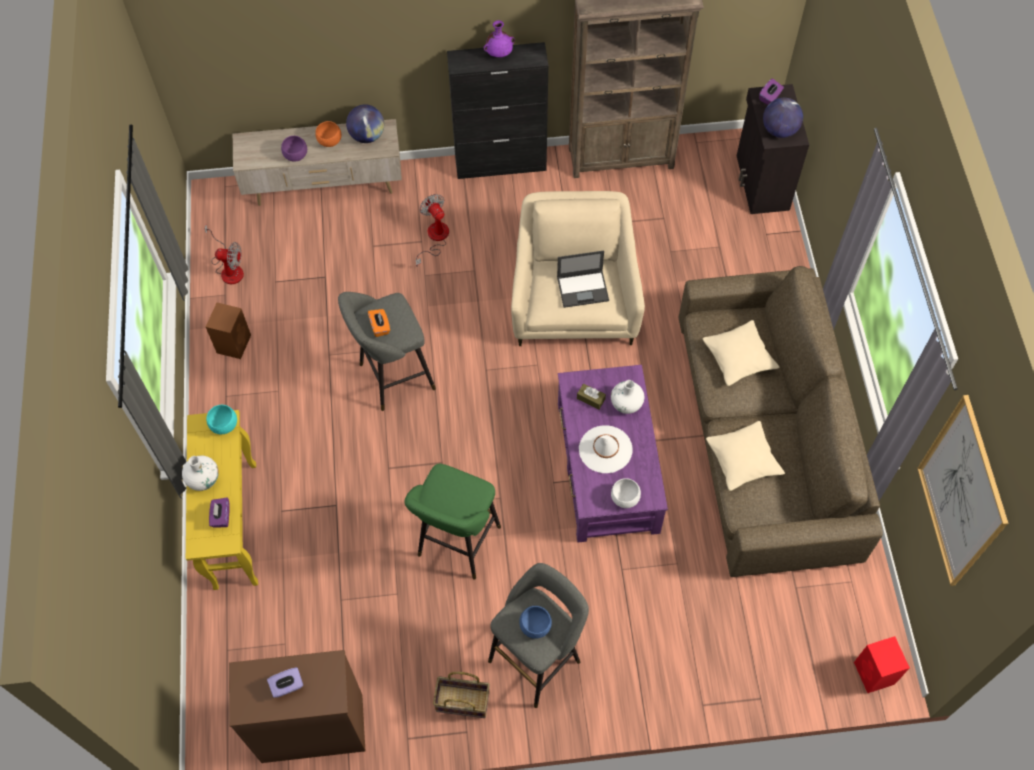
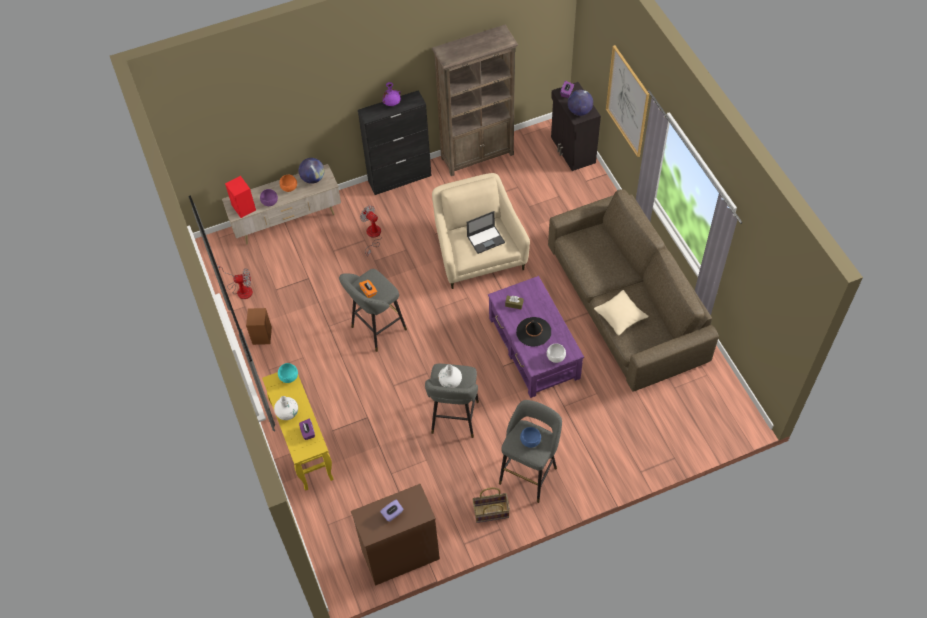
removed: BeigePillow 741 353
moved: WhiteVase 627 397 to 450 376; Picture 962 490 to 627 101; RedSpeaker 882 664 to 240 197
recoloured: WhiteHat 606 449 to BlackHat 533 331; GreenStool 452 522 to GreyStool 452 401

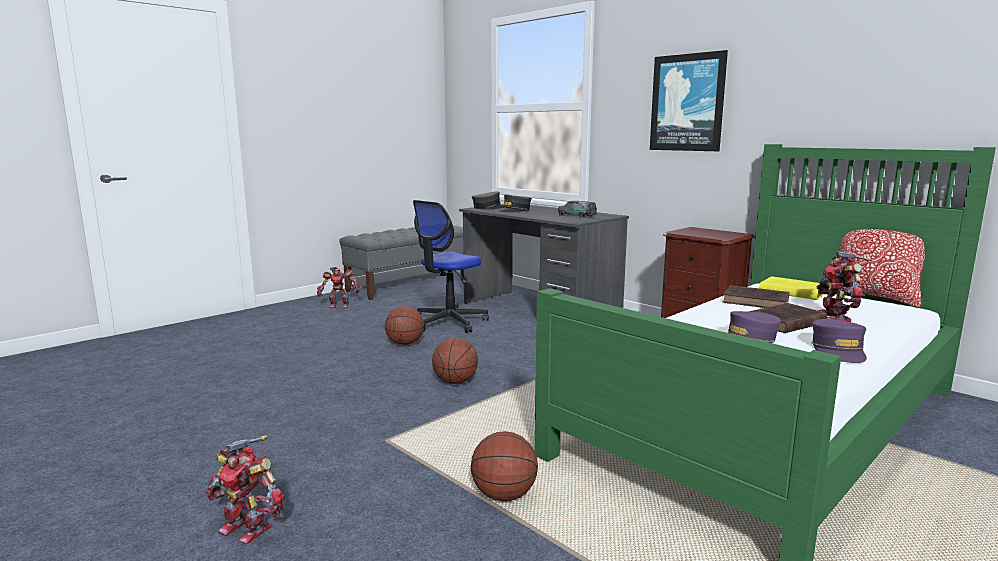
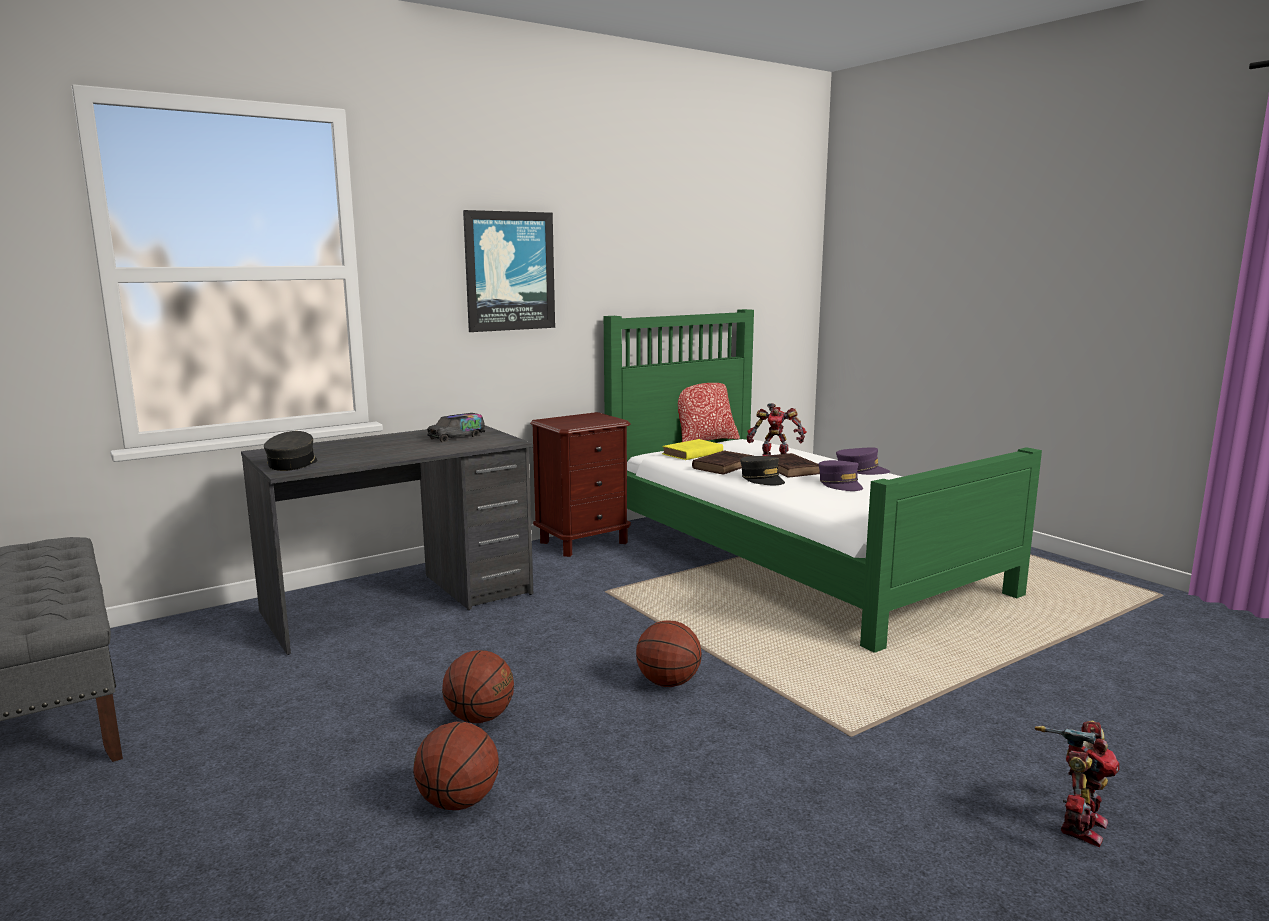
removed: OfficeChair 451 266; ToyRobot 338 287
moved: GreyCap 515 203 to 762 470; Basketball 504 466 to 456 766

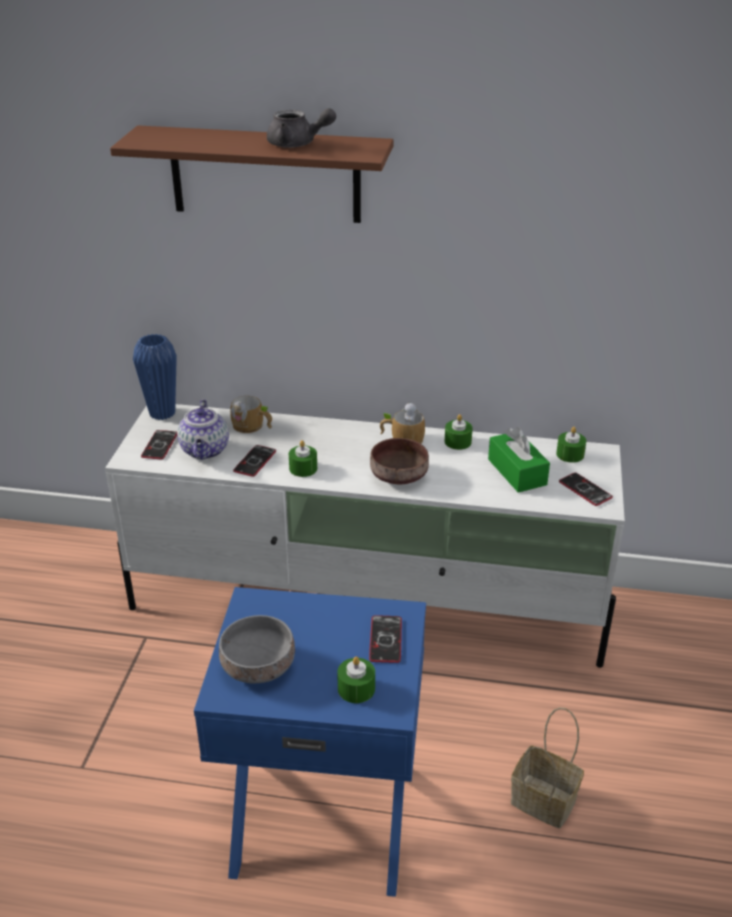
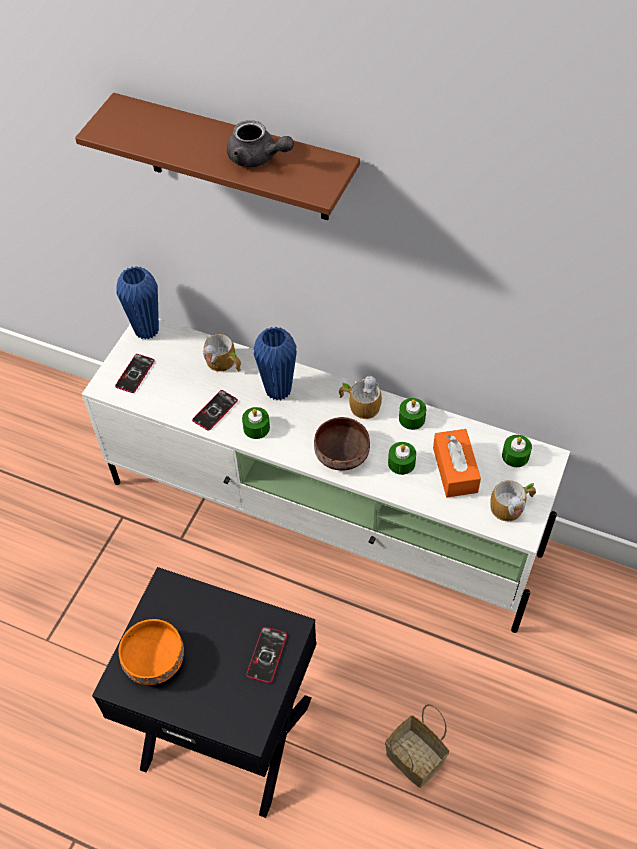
removed: Teapot 203 430
added: BlueVase 275 363
moved: GreenCandle 356 679 to 402 458
replaced: Phone 586 489 to Mug 513 500
recoloured: GreenTissueBox 519 460 to OrangeTissueBox 457 463; BlueSideTable 310 742 to BlackSideTable 204 692; GreyBowl 257 649 to OrangeBowl 151 652

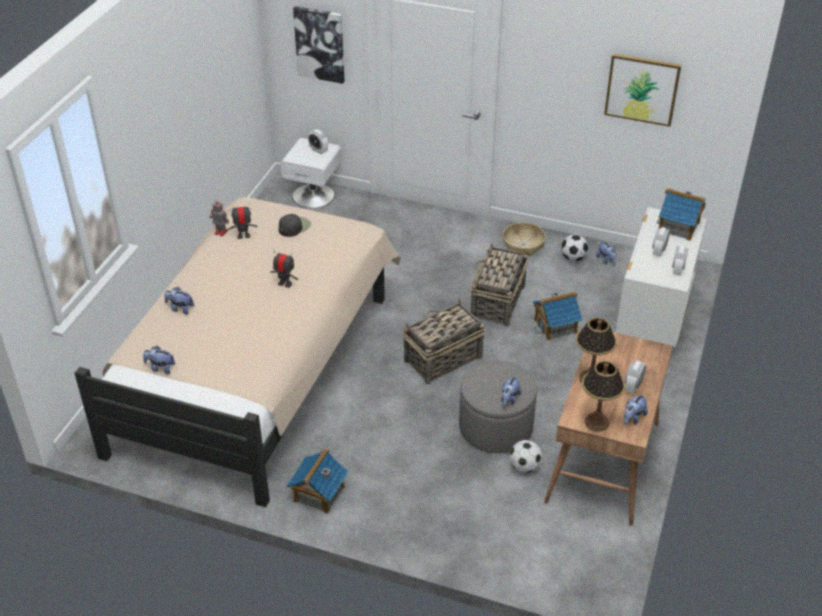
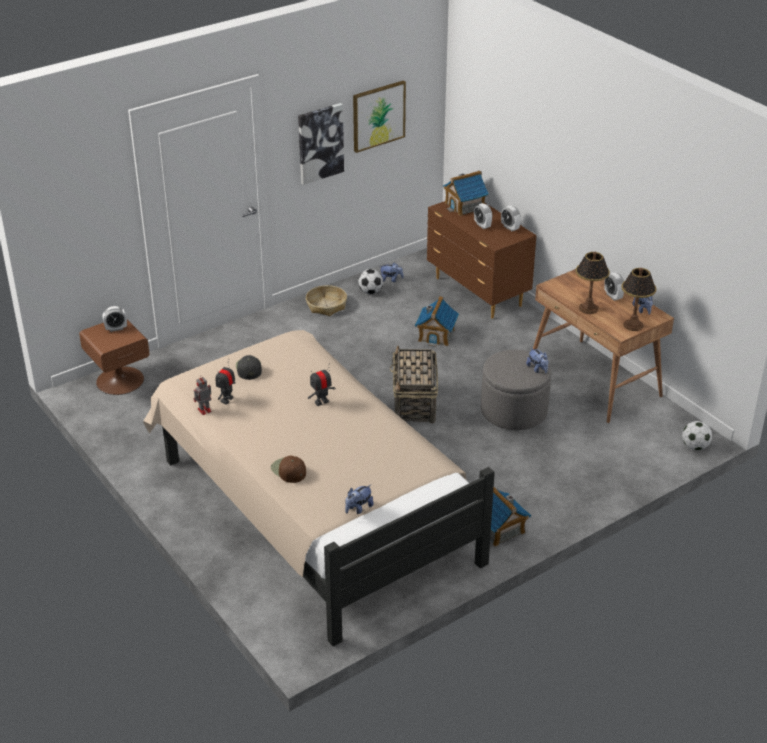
removed: Basket 499 285
moved: Picture 319 45 to 321 144; Football 526 456 to 697 435
replaced: PlushToy 179 300 to BrownCap 288 469
recoloured: WhiteNightstand 311 173 to BrownNightstand 114 357; WhiteDresser 661 277 to BrownDresser 482 260

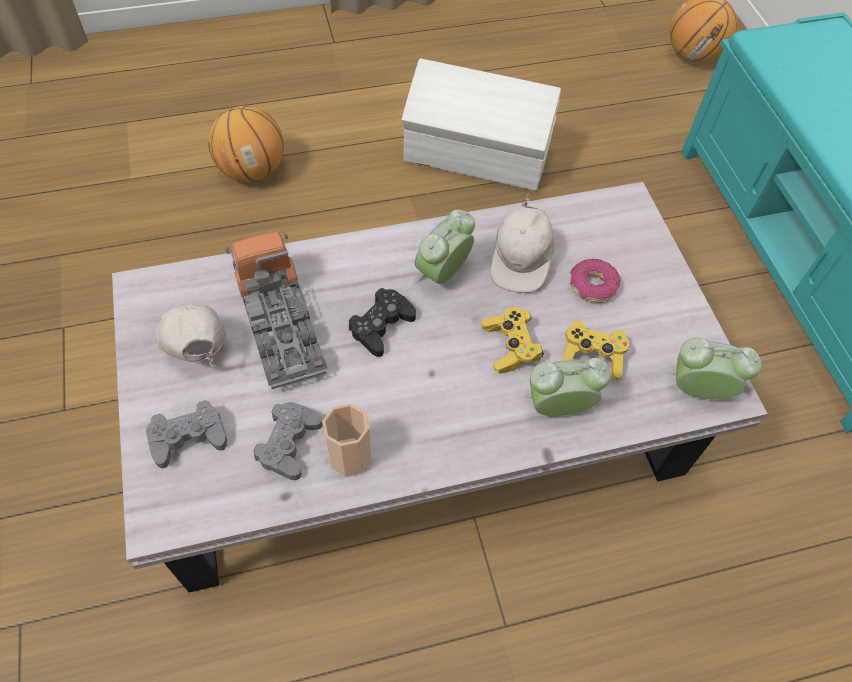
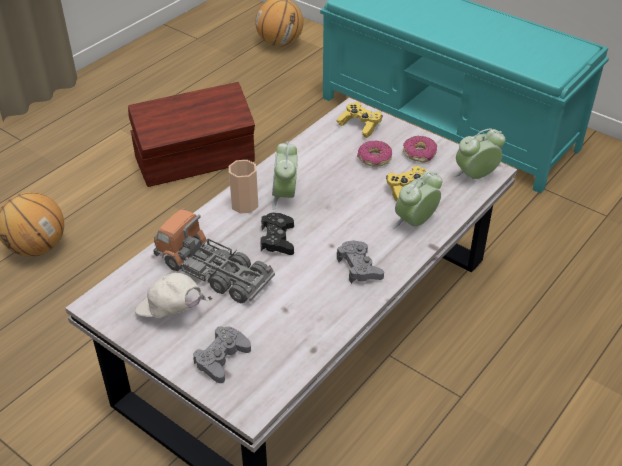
removed: WhiteCap 523 243
added: Donut 420 149
moved: YellowGameController 512 340 to 359 120; GreyGameController 288 441 to 360 262; Cup 347 440 to 243 187
recoloured: WhiteStorageBox 481 124 to BrownStorageBox 191 134

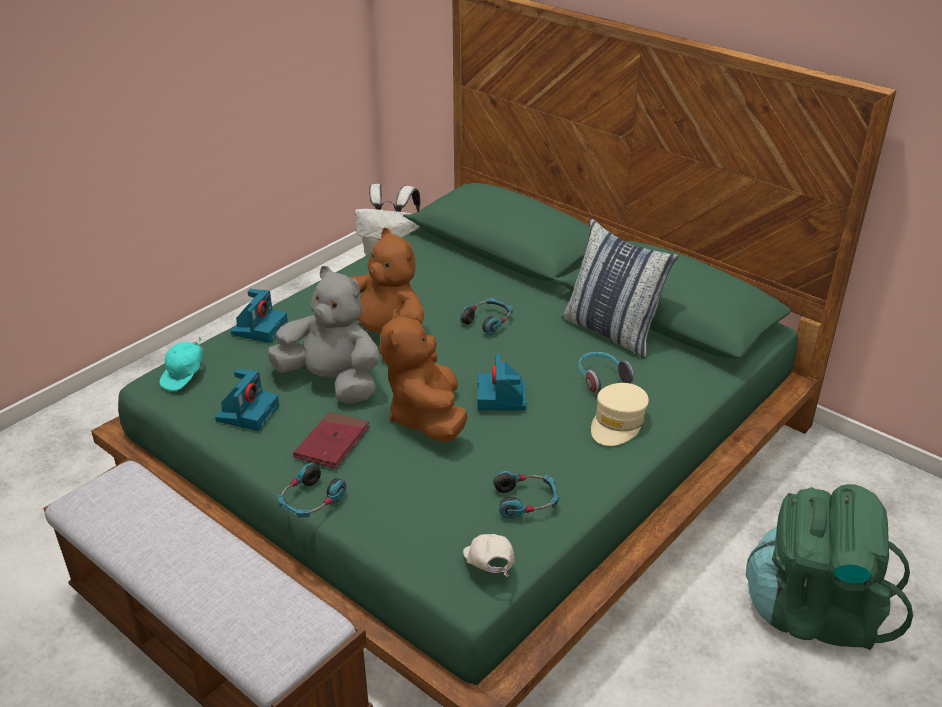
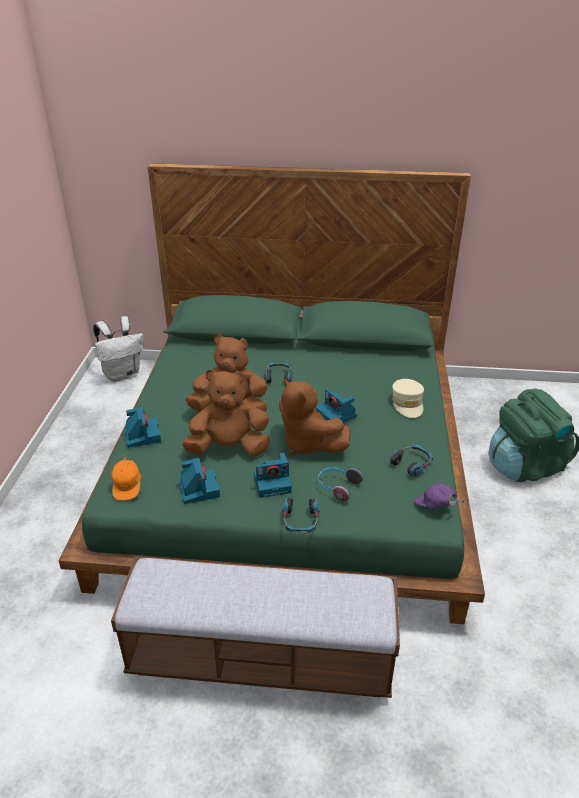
removed: Pillow 620 288
moved: Headphones 606 373 to 340 484
replaced: RedBook 331 440 to PhotoCamera 273 475
recoloured: GreyPlushToy 323 335 to BrownPlushToy 226 413; TurquoiseCap 181 364 to OrangeCap 126 478; WhiteCap 488 555 to PurpleCap 439 495

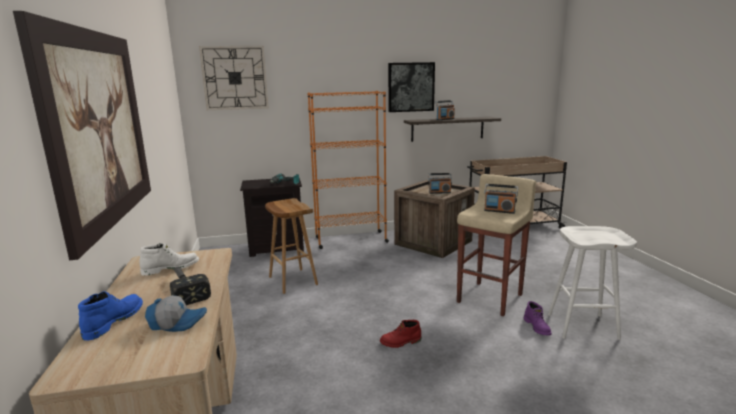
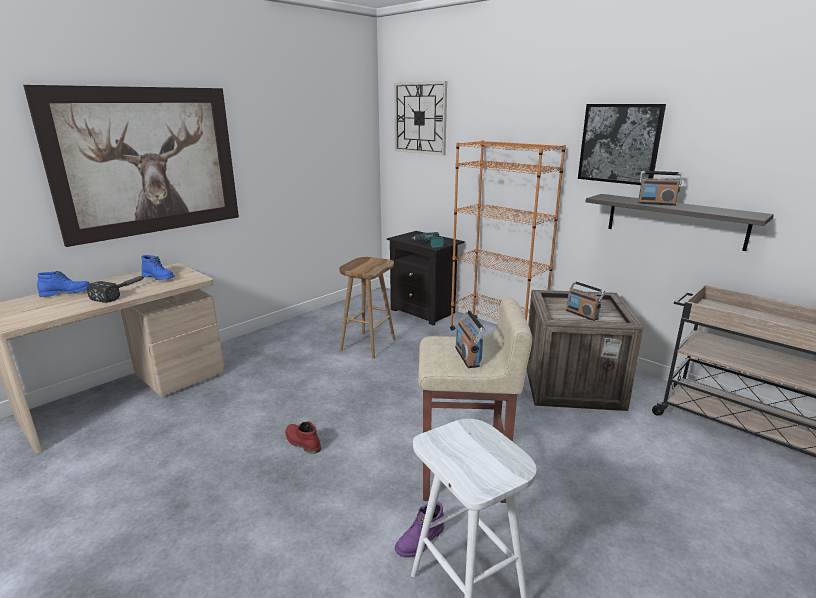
removed: Cap 176 313
recoloured: WhiteBoot 169 259 to BlueBoot 158 267

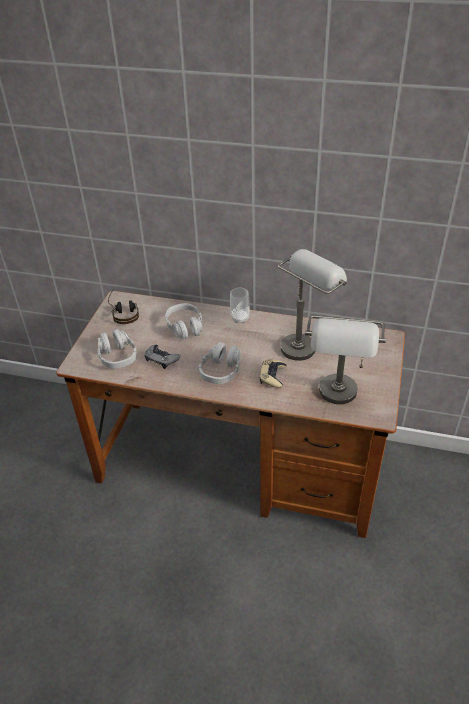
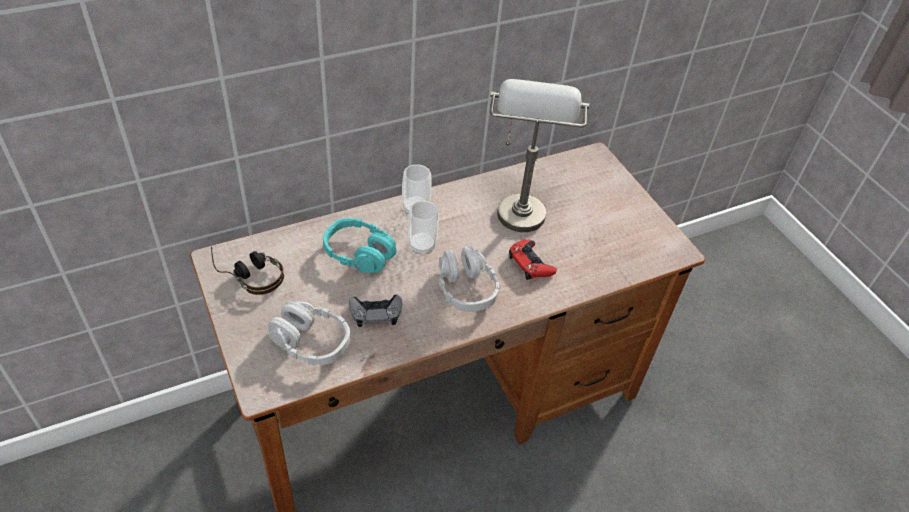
removed: GreyTableLamp 345 359
added: Cup 423 227
recoloured: GreyHeadphones 184 321 to TurquoiseHeadphones 360 245; BeigeGameController 273 373 to RedGameController 533 260

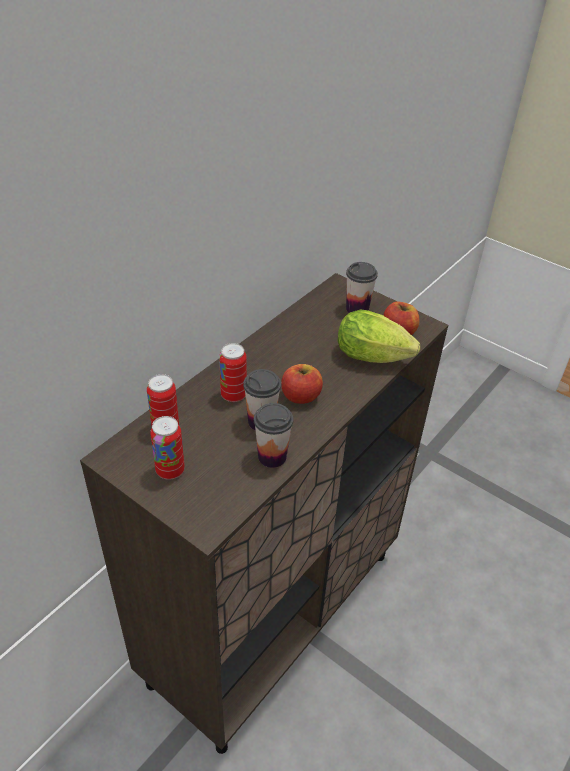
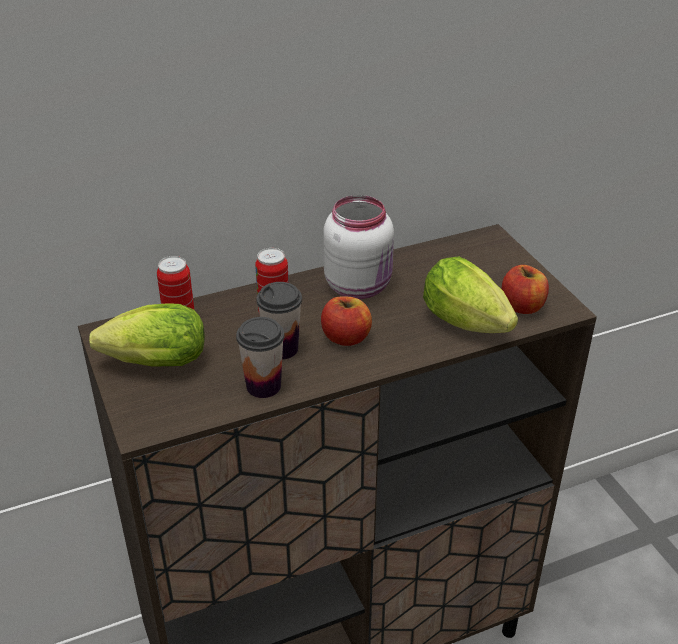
removed: Cup 362 287
added: WhiteJar 358 247
replaced: Can 167 448 to Lettuce 147 335

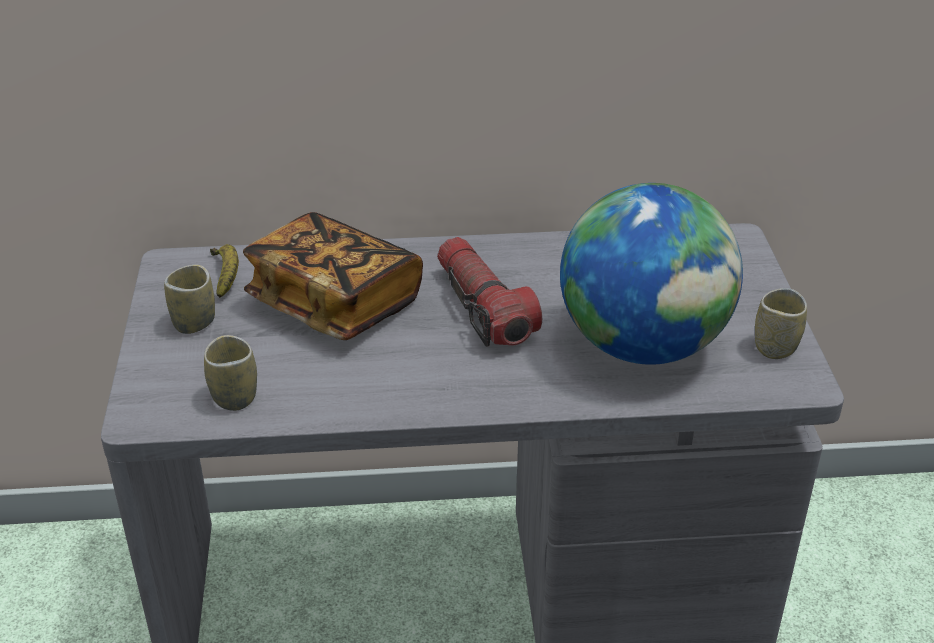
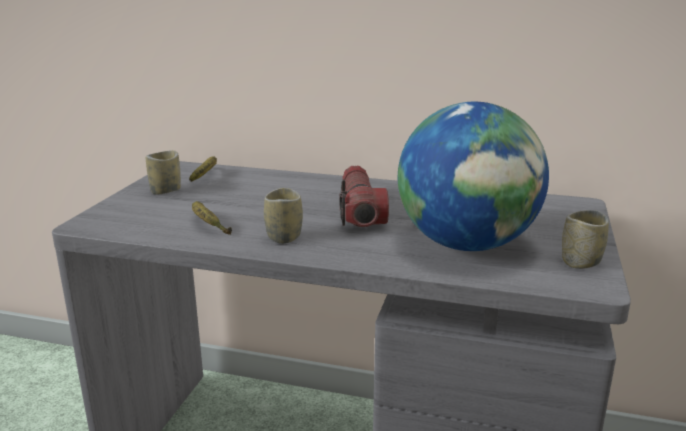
removed: Book 333 276
added: Banana 212 218
moved: Cup 230 373 to 283 216

